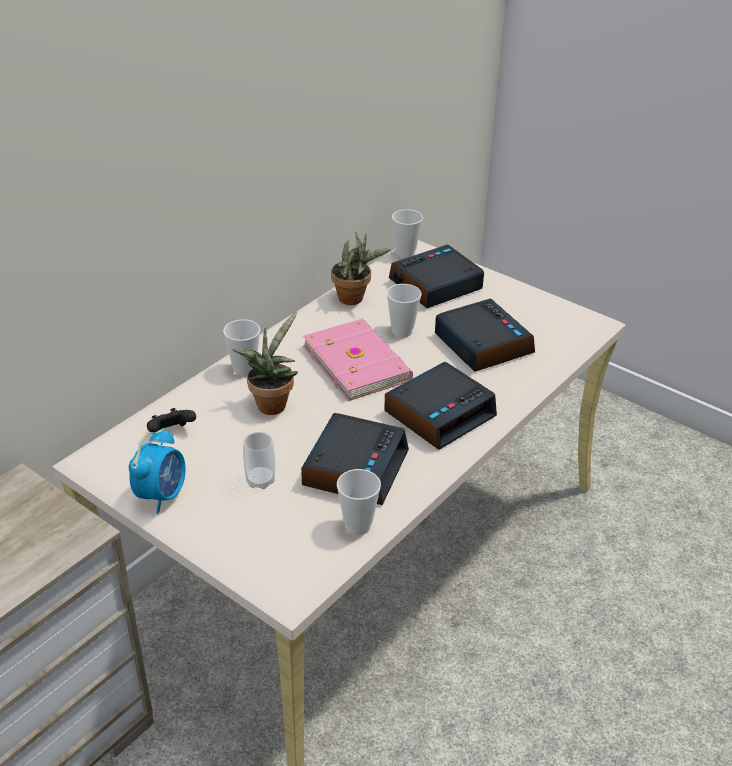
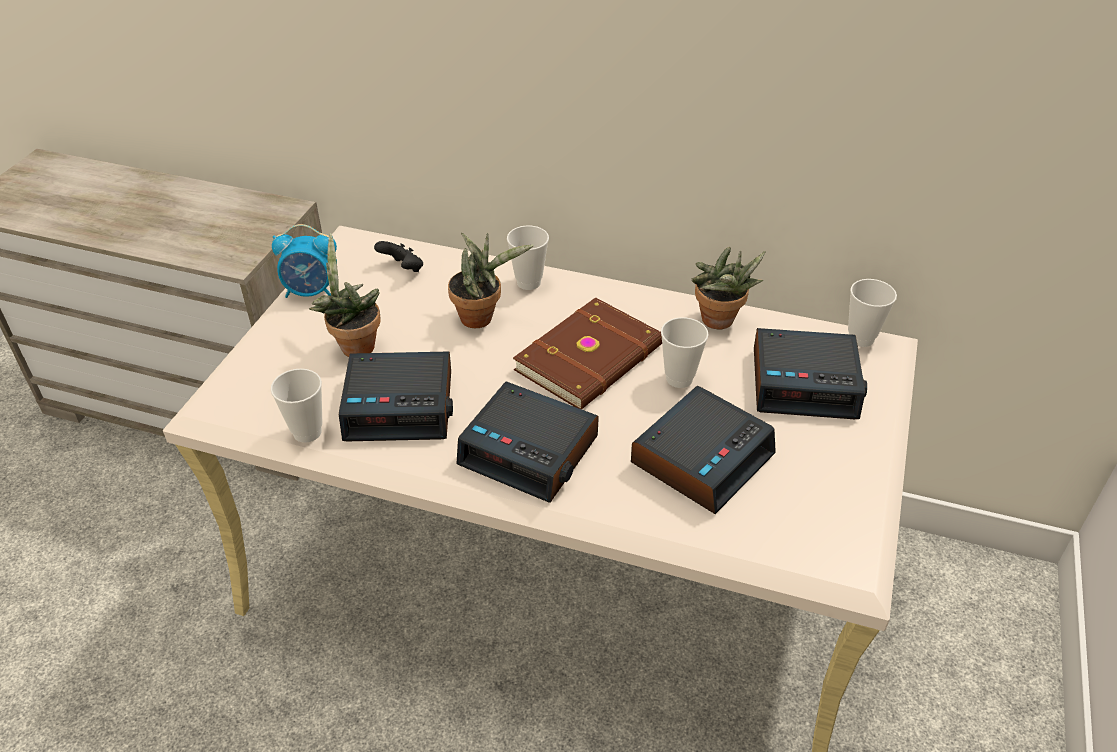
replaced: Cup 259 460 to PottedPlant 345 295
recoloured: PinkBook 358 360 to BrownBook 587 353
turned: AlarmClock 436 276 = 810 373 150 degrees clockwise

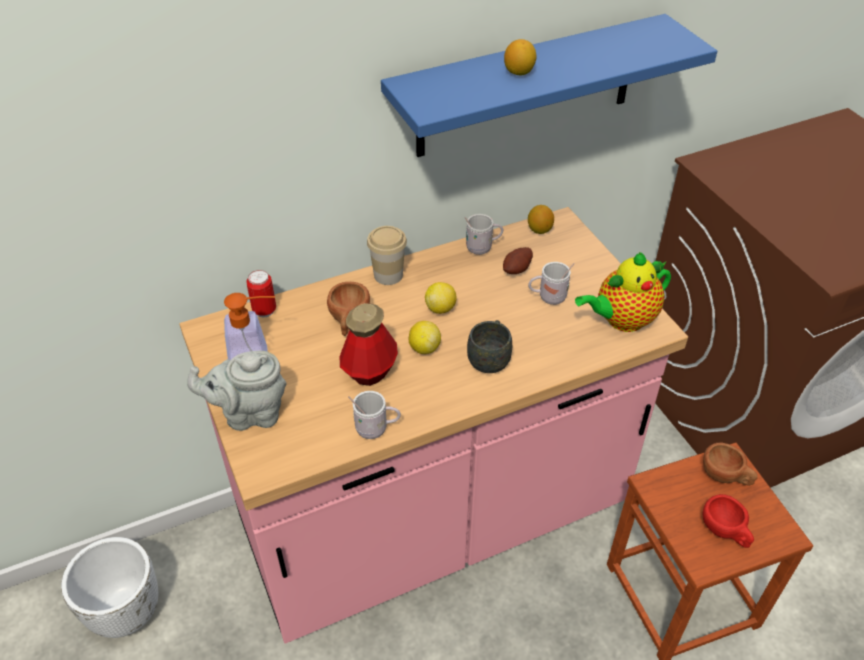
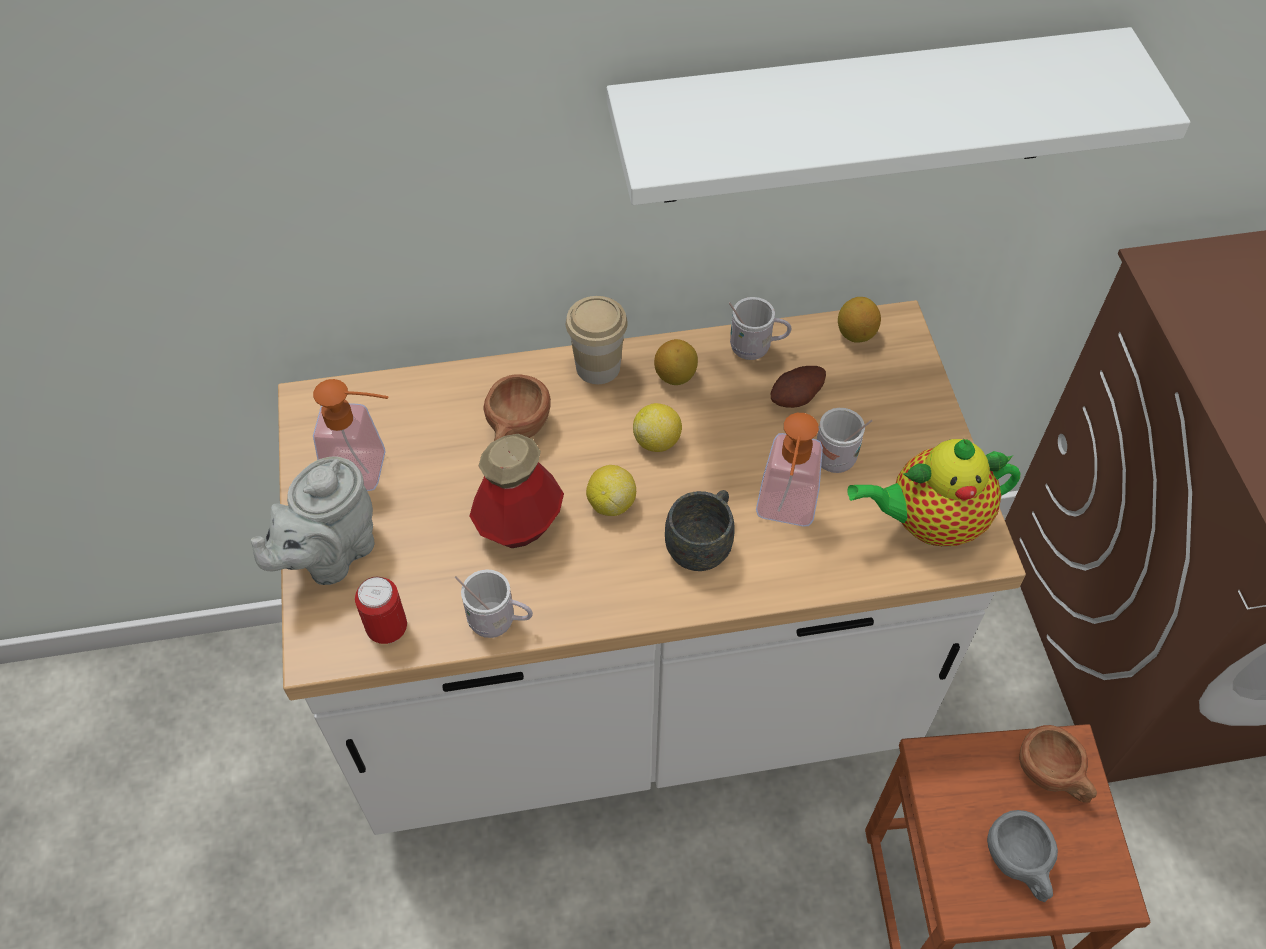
removed: WhitePlanter 109 587
added: SoapDispenser 789 470
moved: Lemon 520 57 to 676 362; Can 261 294 to 381 610
recoloured: BlueShelf 549 85 to WhiteShelf 898 116; PinkCounter 434 425 to WhiteCounter 652 567; RedCup 728 521 to GreyCup 1022 856
turned: GreyTeapot 236 391 = 312 520 60 degrees counterclockwise

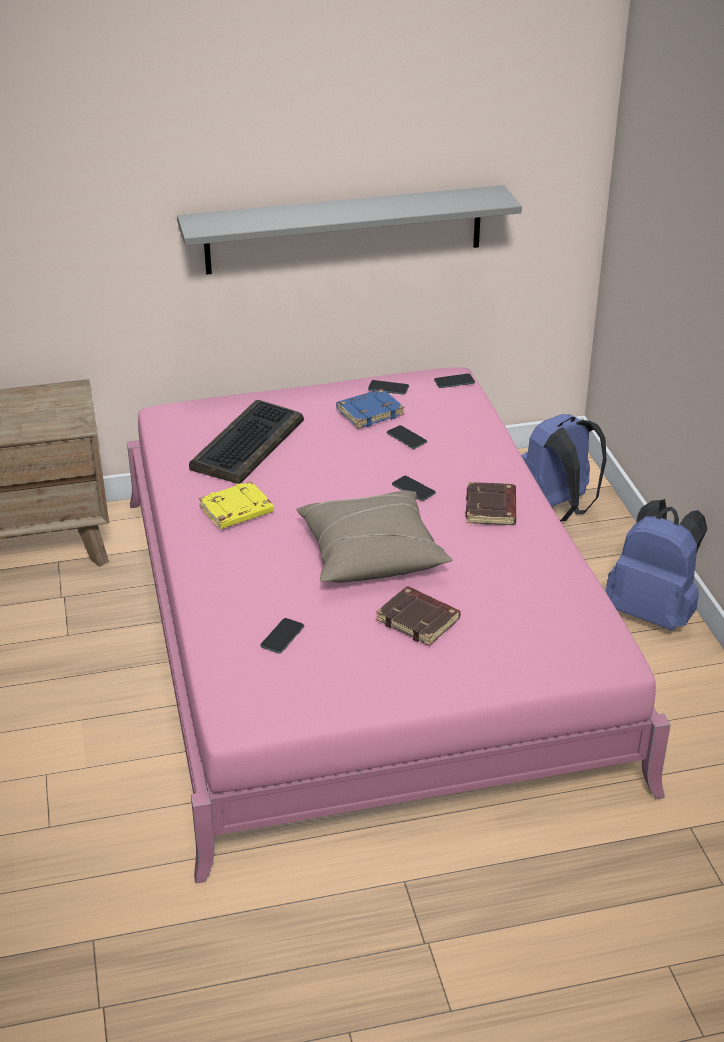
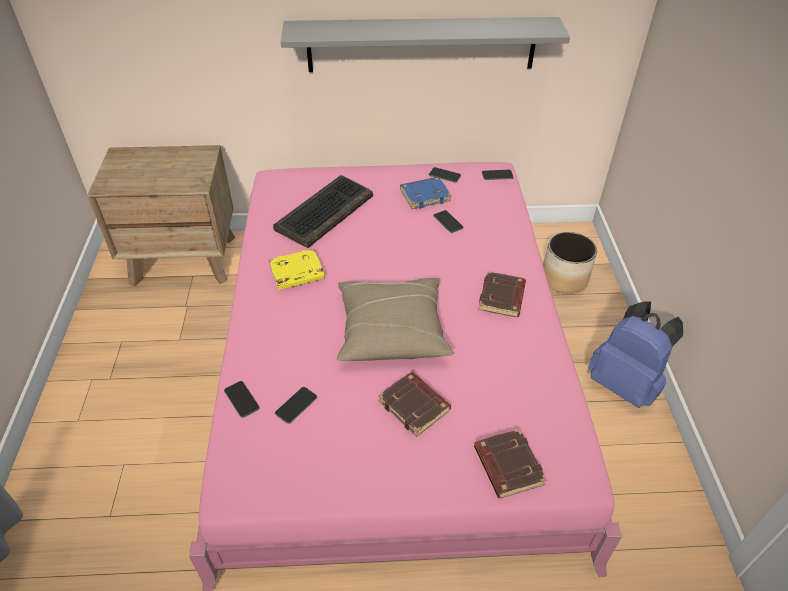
added: BrownBook 510 464
moved: Phone 414 488 to 242 399
replaced: BlueBackpack 563 467 to Planter 570 263

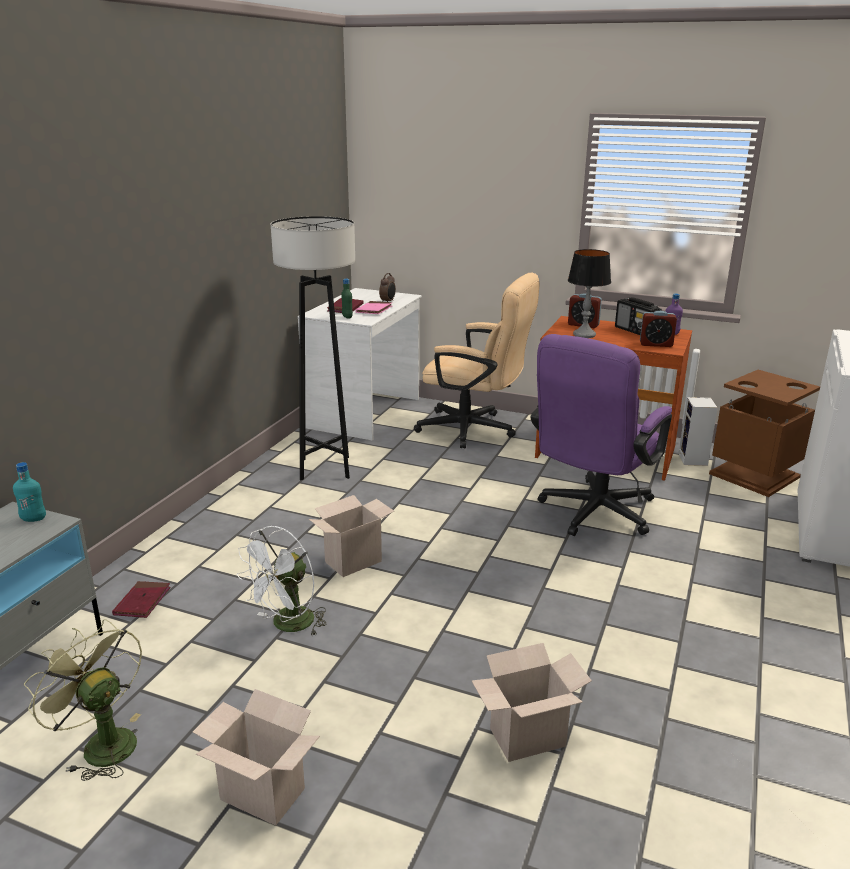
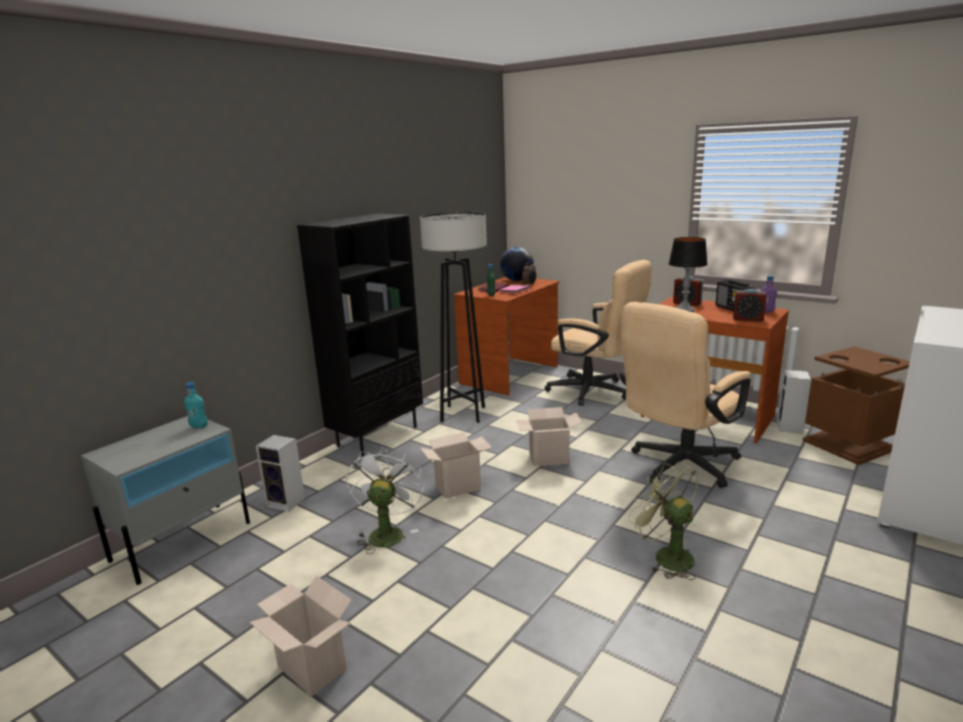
added: BlackBookcase 360 335; Globe 517 264
moved: GreenFan 83 700 to 663 521; CardboardBox 532 702 to 549 436
replaced: RedBook 141 599 to Speaker 280 473
recoloured: WhiteDesk 360 364 to BrownDesk 507 336; PurpleOfficeChair 601 435 to BeigeOfficeChair 685 395
turned: WhiteFan 282 581 = 385 500 135 degrees clockwise

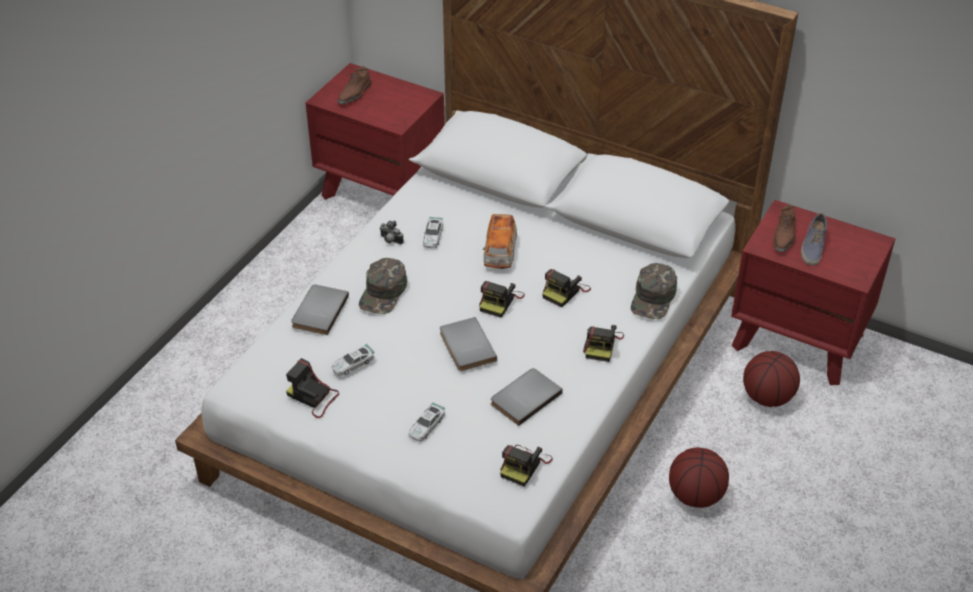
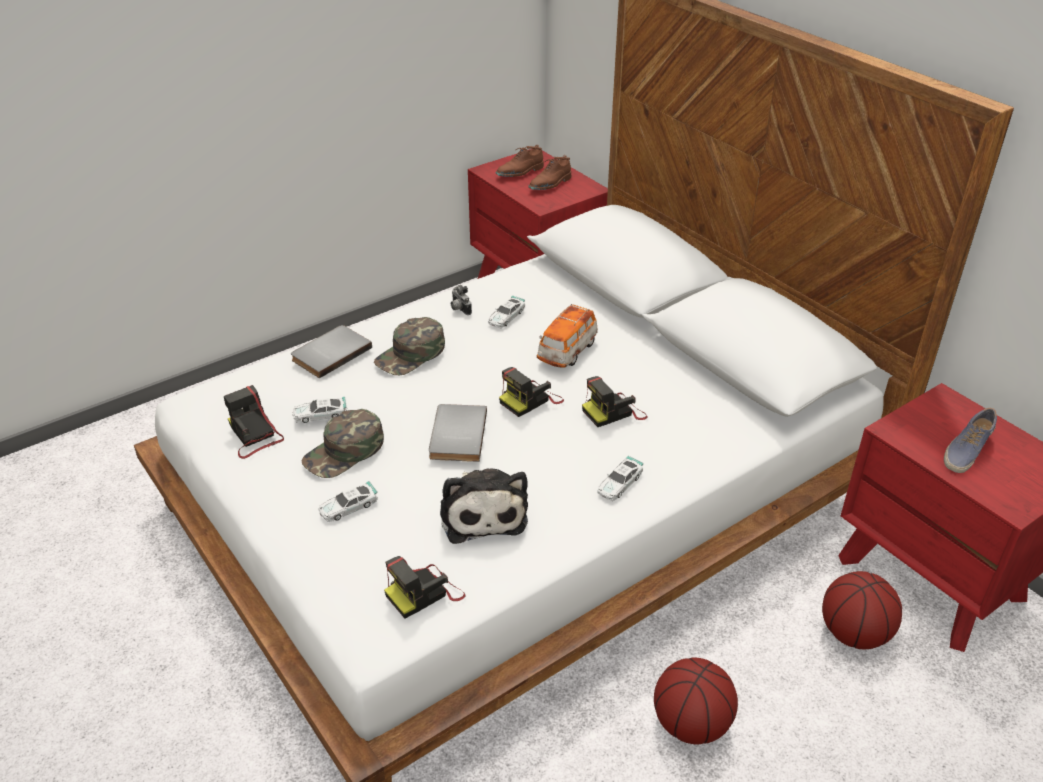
moved: BrownShoe 784 228 to 549 172; GreenCap 654 291 to 342 443
replaced: PhotoCamera 603 343 to ToyCar 620 478; GreyBook 527 397 to PlushToy 484 506

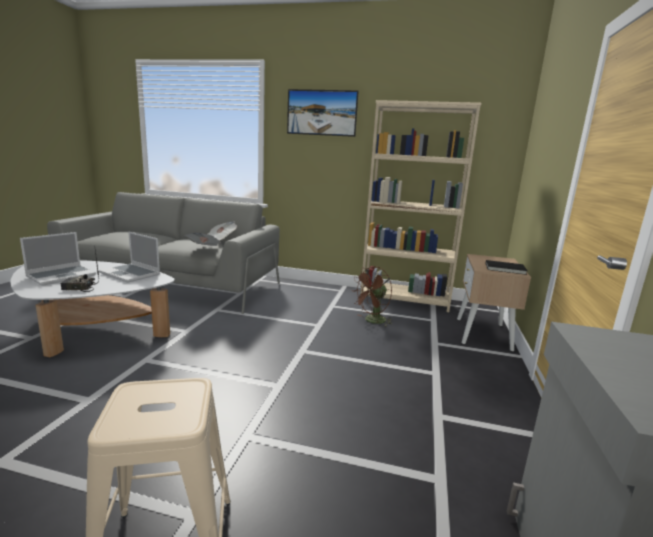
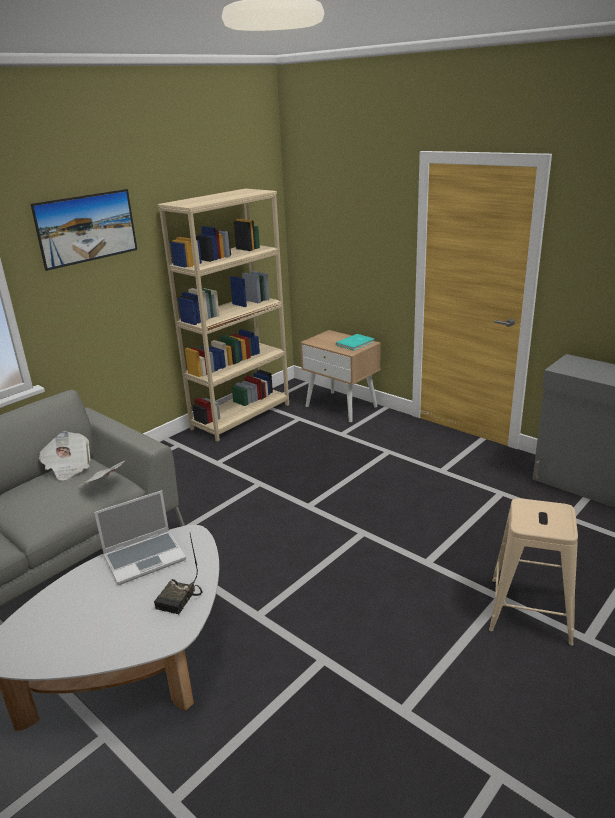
removed: Laptop 58 259; BrownFan 372 296
recoloured: BlackBook 506 267 to TurquoiseBook 355 342

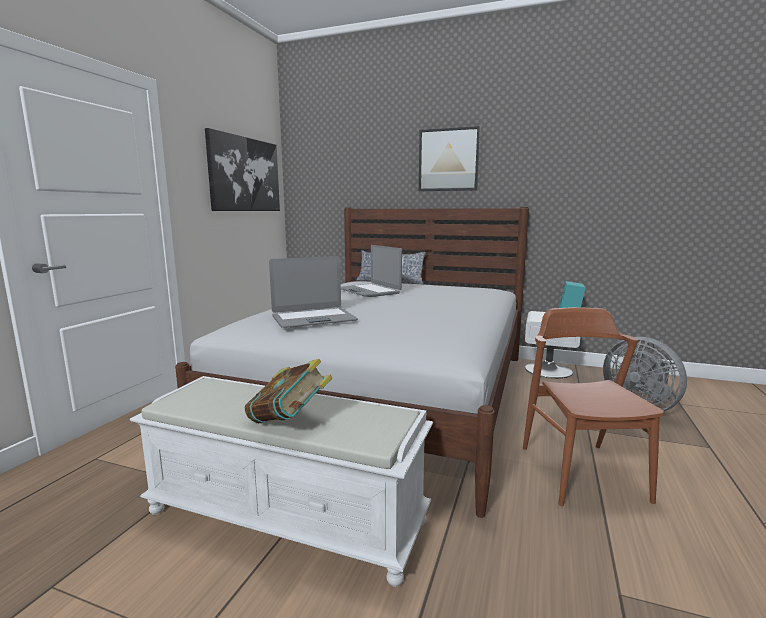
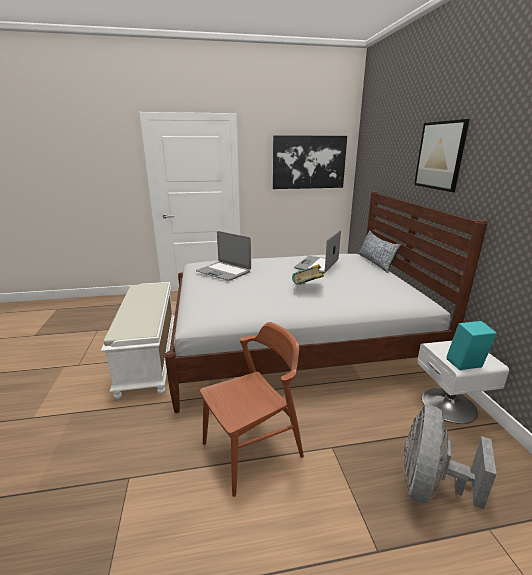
moved: Book 288 391 to 308 274

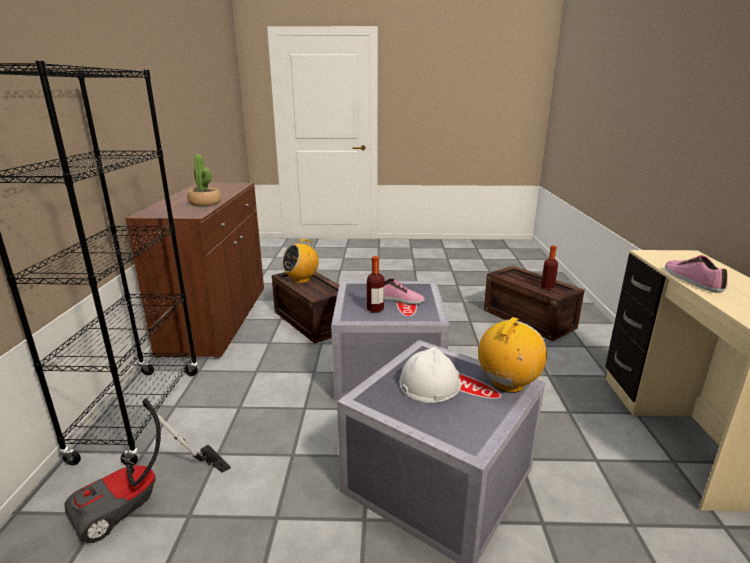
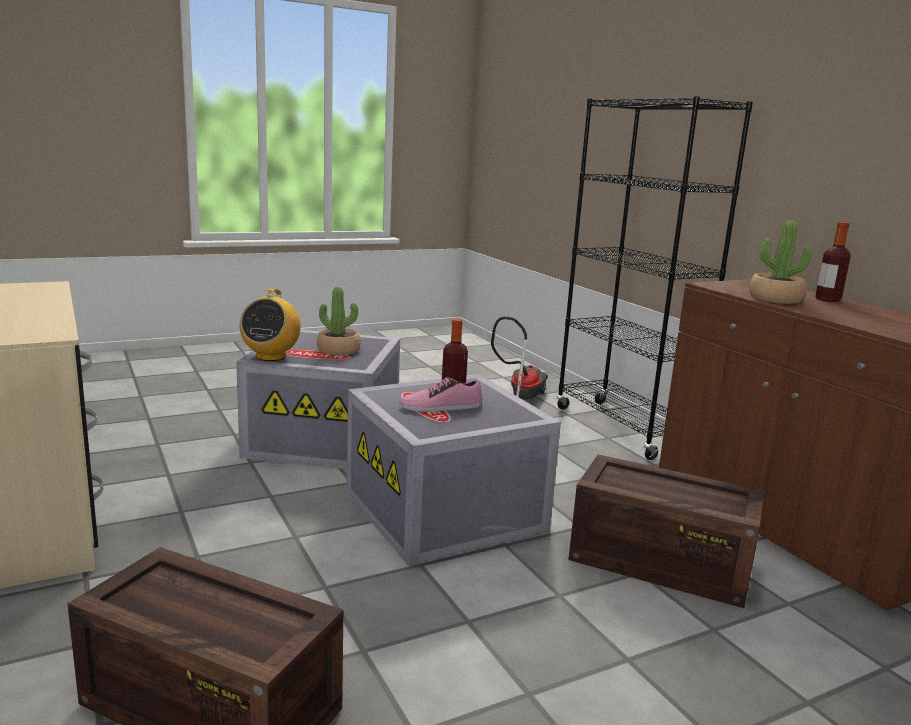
removed: Radio 300 261; Shoe 696 274
moved: Bottle 549 268 to 833 262
replaced: WhiteHardHat 430 375 to PottedPlant 339 321

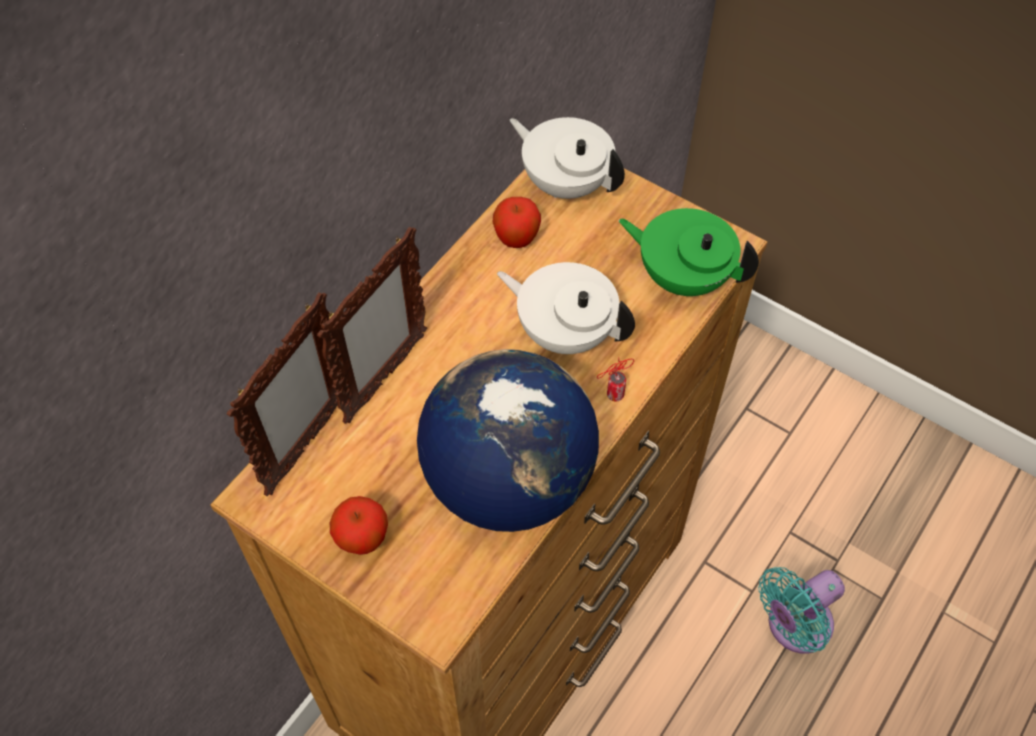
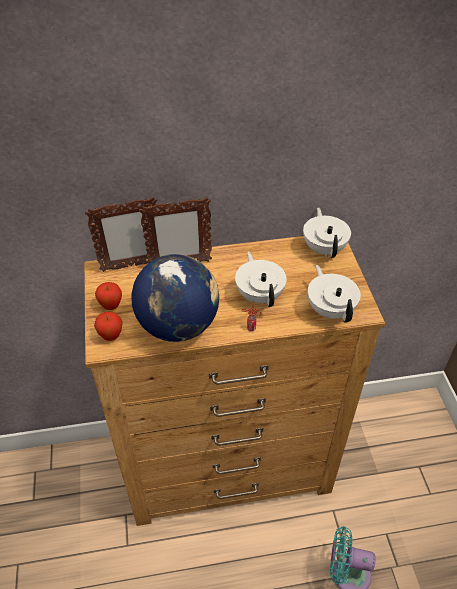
moved: Apple 517 222 to 108 326
recoloured: GreenTeapot 689 252 to WhiteTeapot 334 294

